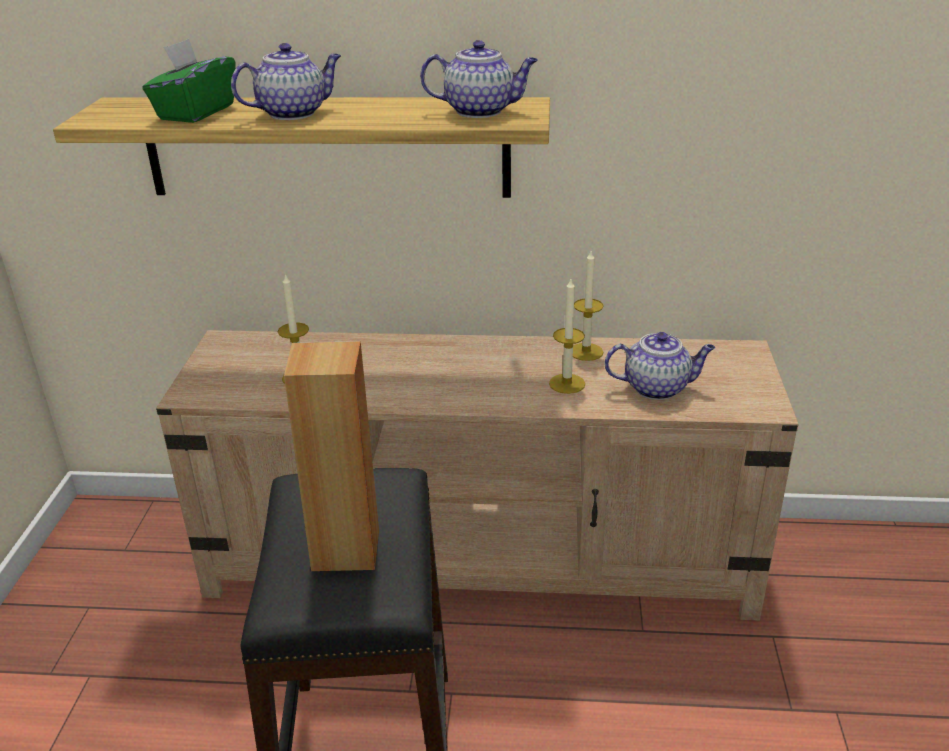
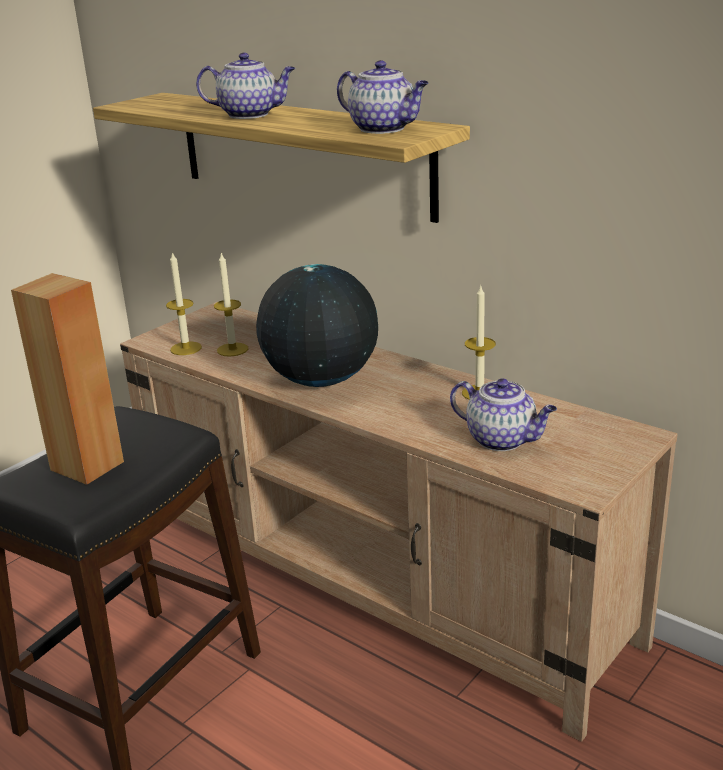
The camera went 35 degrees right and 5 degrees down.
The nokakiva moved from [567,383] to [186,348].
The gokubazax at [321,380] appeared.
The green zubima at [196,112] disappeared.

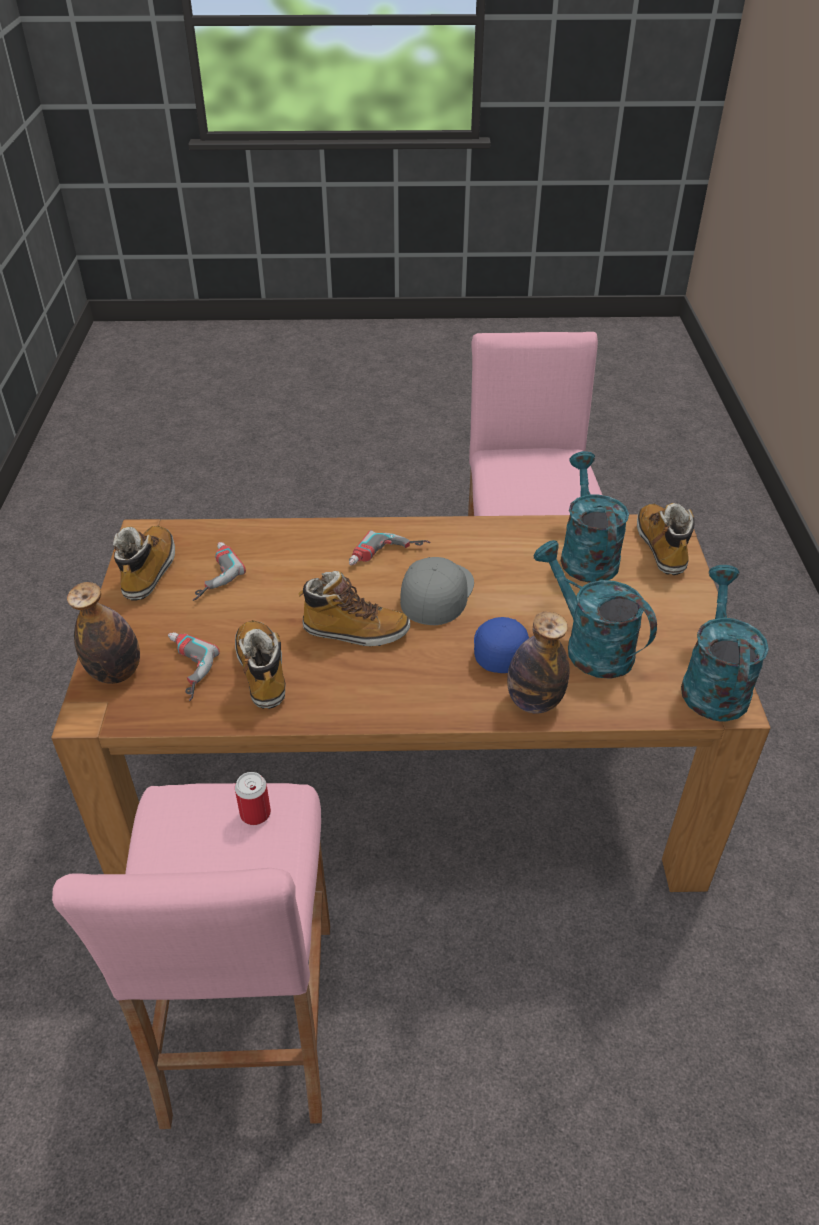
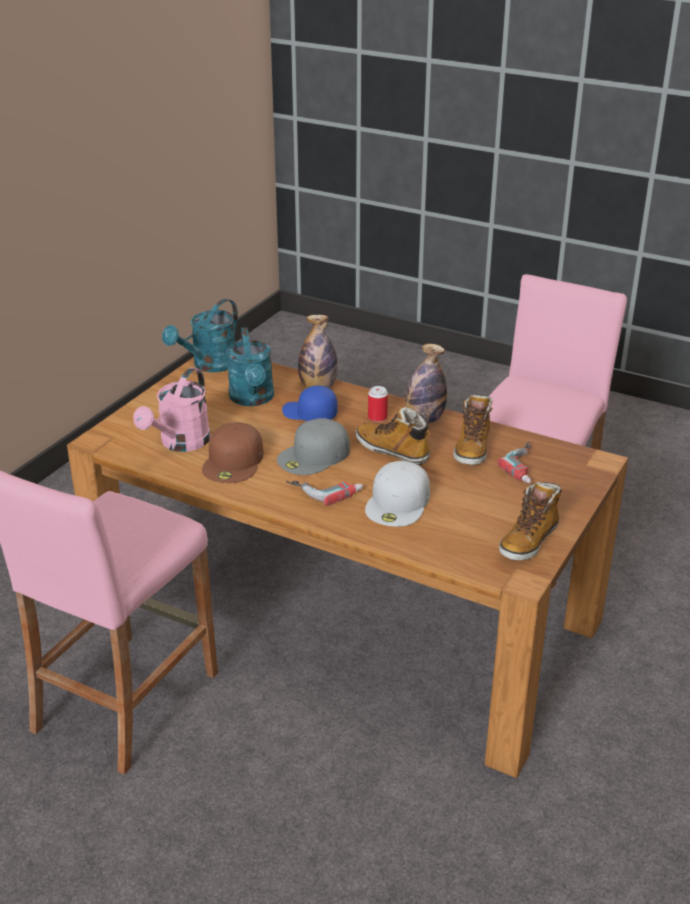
The camera went 150 degrees left and 10 degrees down.
The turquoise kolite at [586,554] became the pink kolite at [180,443].
The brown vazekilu at [234,461] appeared.
The blue vazekilu at [498,649] turned 90 degrees clockwise.
The white vazekilu at [398,502] appeared.
The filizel moved from [255,813] to [377,417].
The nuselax moved from [116,672] to [424,419].
The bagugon at [210,575] disappeared.
The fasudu at [661,547] disappeared.

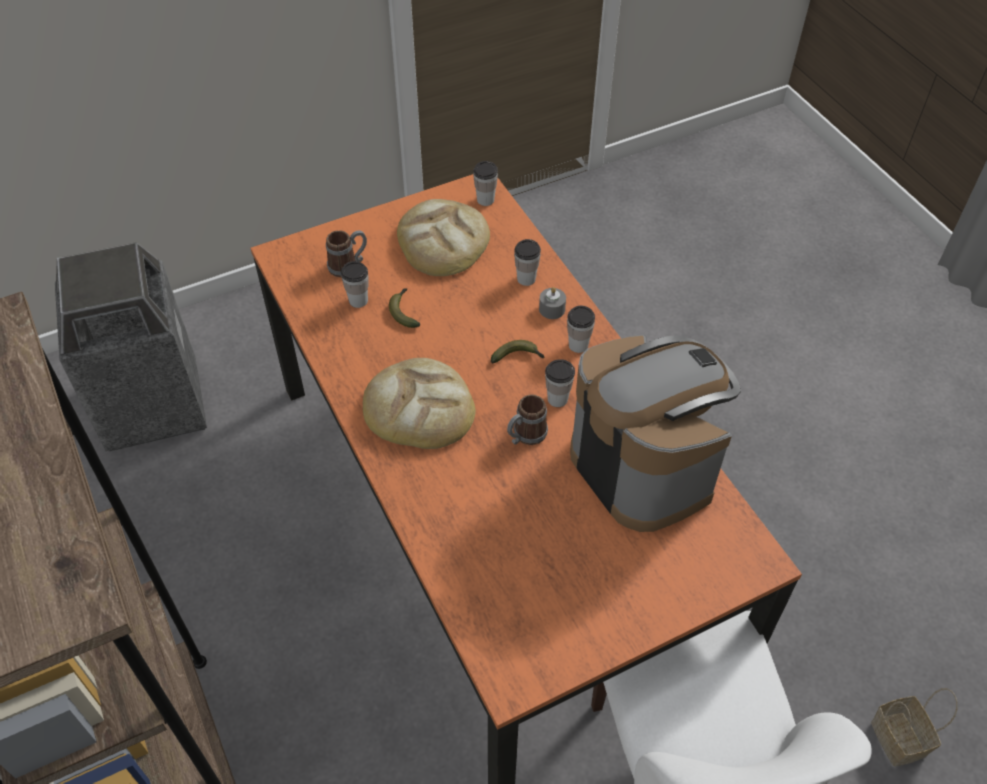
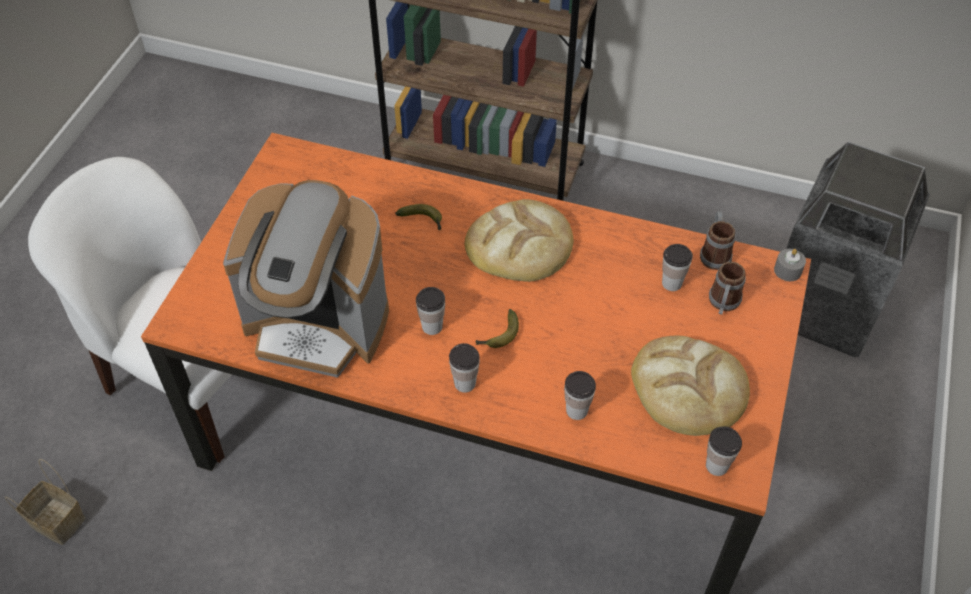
The camera went 135 degrees right and 0 degrees up.
The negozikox moved from [404,311] to [423,220].
The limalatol moved from [525,436] to [714,253].
The grey nokakiva moved from [552,309] to [787,270].

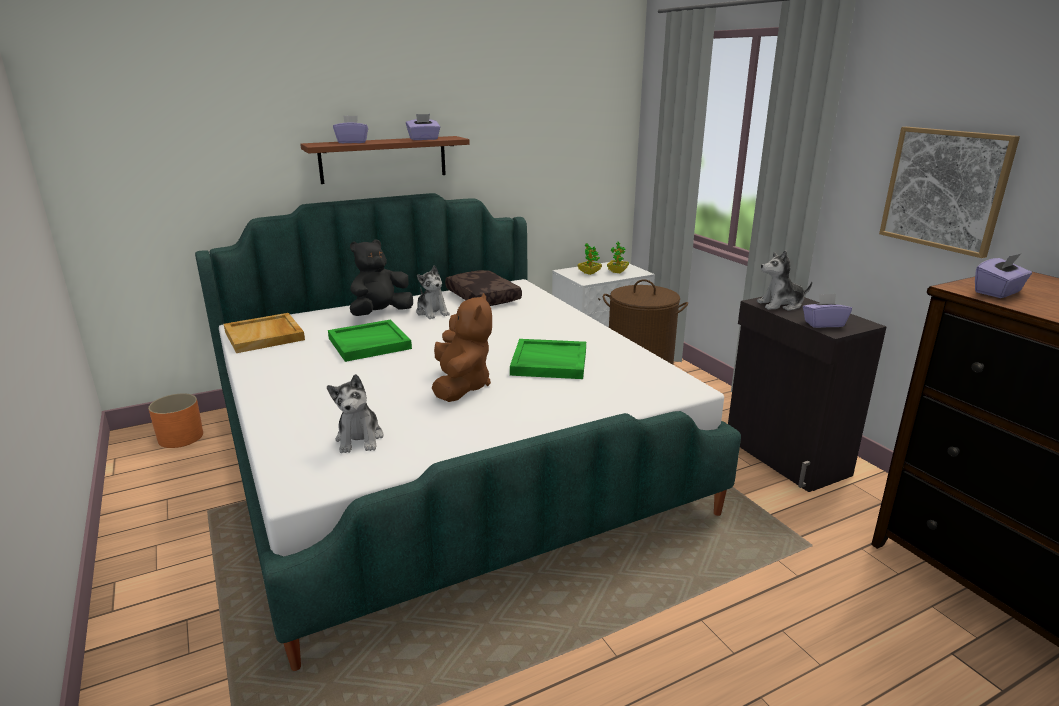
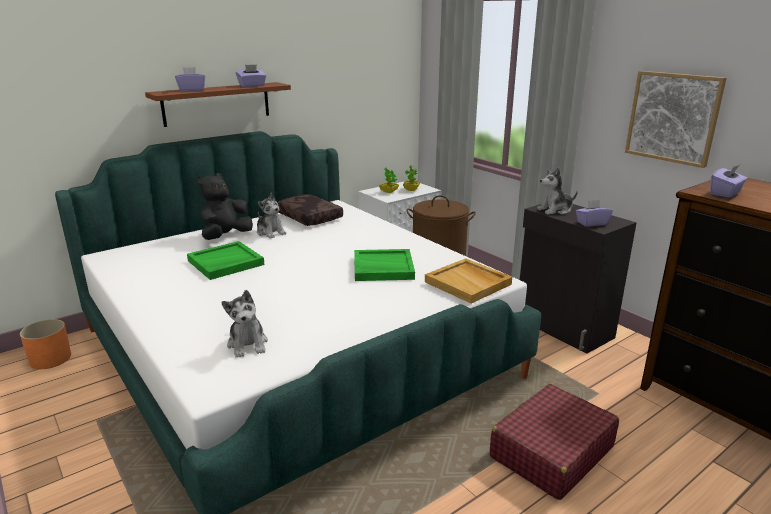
The camera went 10 degrees left and 0 degrees up.
The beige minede moved from [265,336] to [468,283].
The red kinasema at [551,452] appeared.
The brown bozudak at [461,386] disappeared.

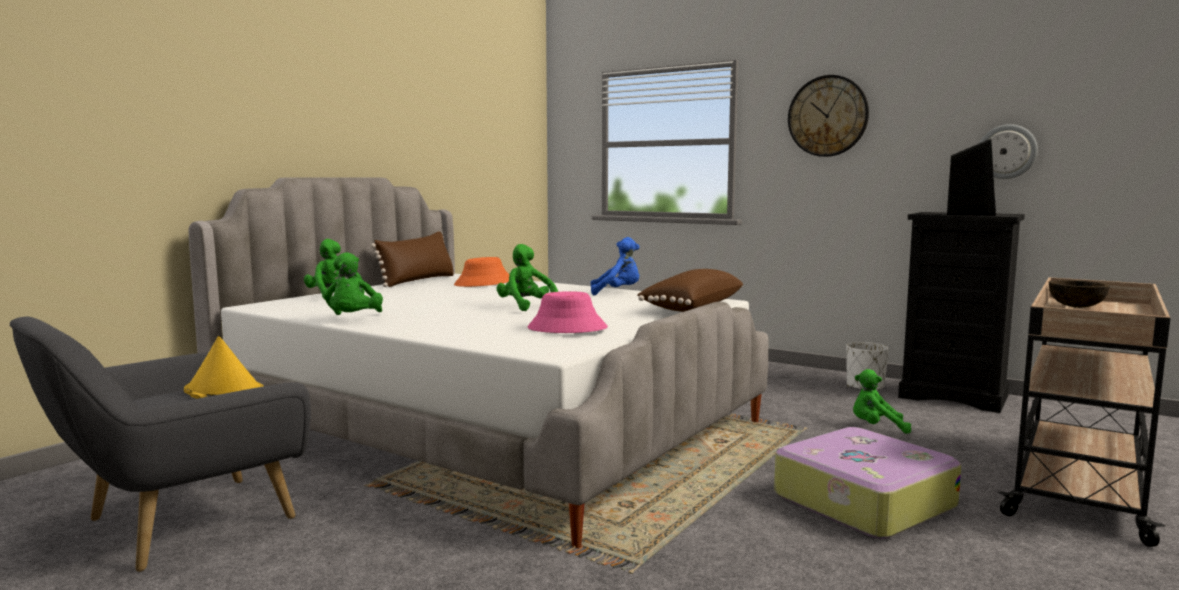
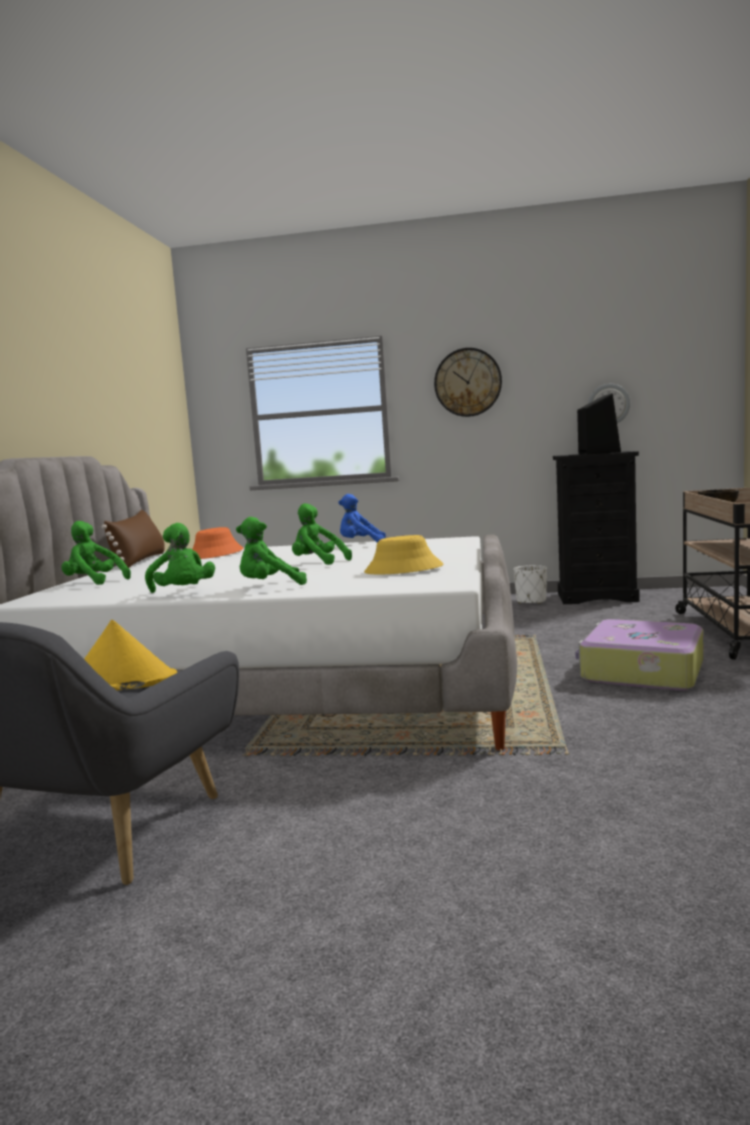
The camera went 25 degrees left and 0 degrees up.
The green bozudak moved from [876,428] to [269,587].
The blue bozudak at [617,292] turned 150 degrees counterclockwise.
The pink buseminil at [566,329] became the yellow buseminil at [403,570].
The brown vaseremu at [691,307] disappeared.

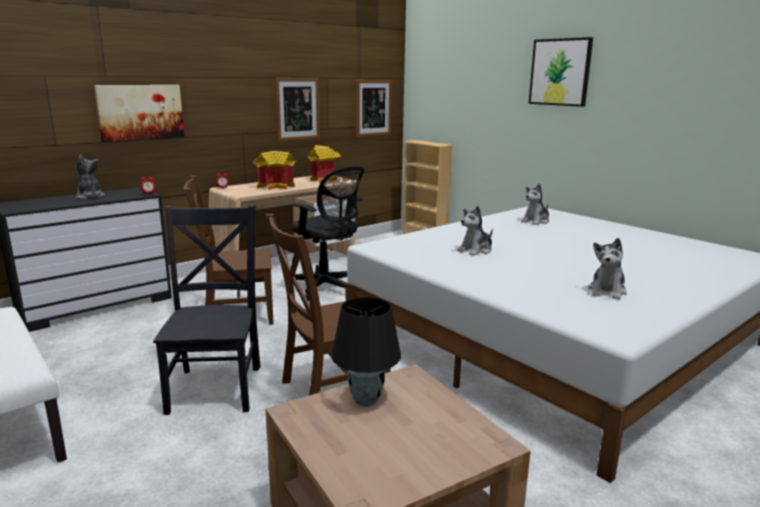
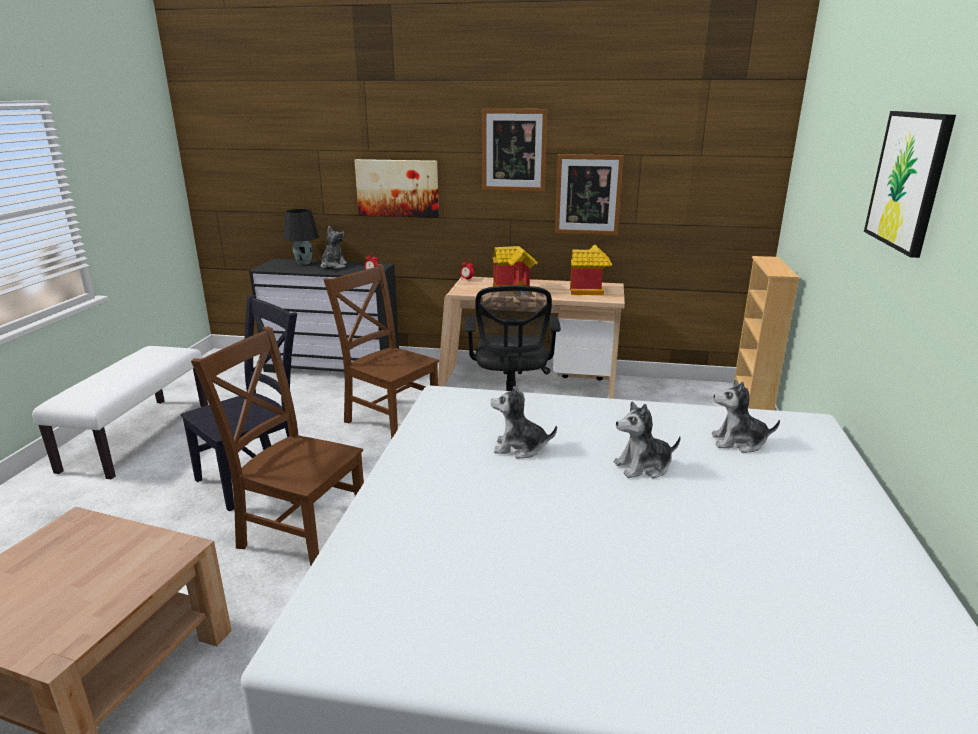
The camera went 50 degrees right and 5 degrees up.
The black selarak moved from [365,399] to [304,263].
The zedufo moved from [373,108] to [514,150].
The bozudak moved from [607,291] to [643,467].

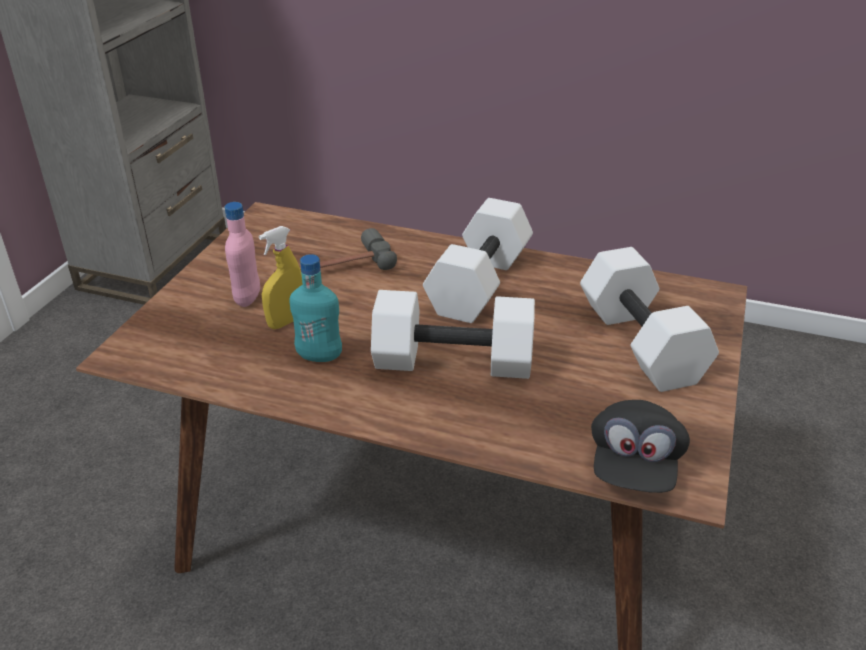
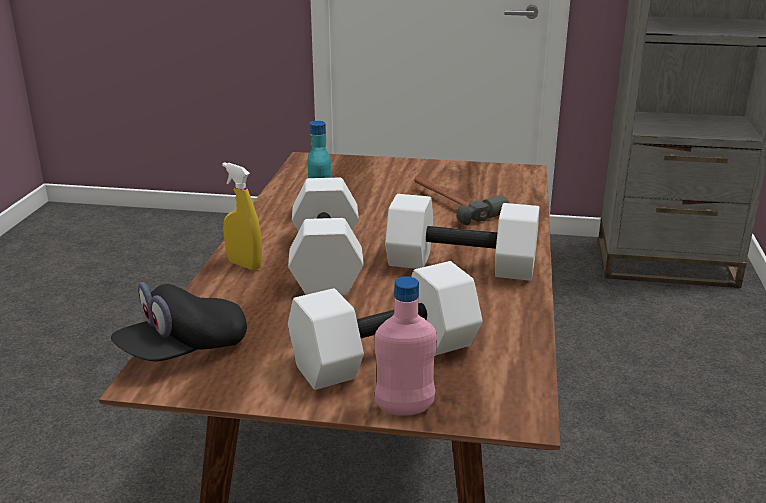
The camera went 80 degrees right and 10 degrees down.
The black vazekilu at [634,465] turned 45 degrees counterclockwise.
The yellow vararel moved from [286,322] to [244,265].
The pink nuselax moved from [247,298] to [404,409].

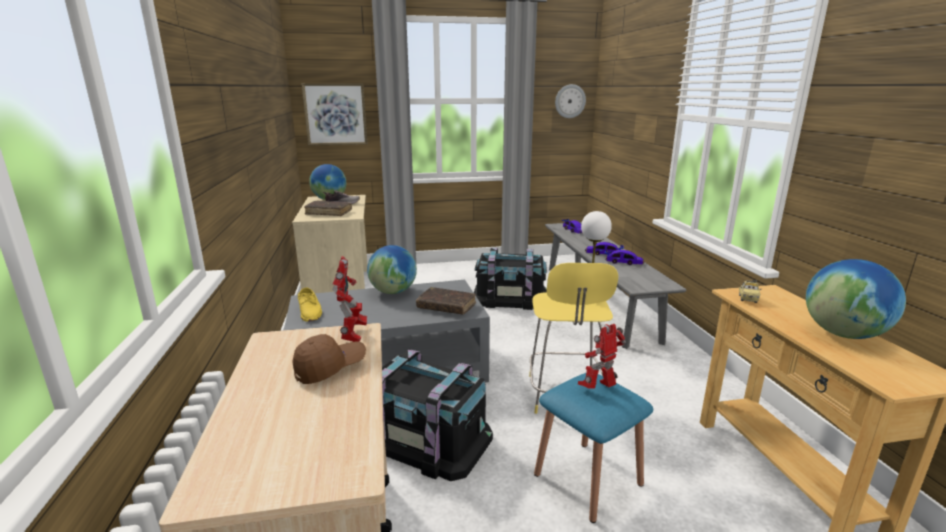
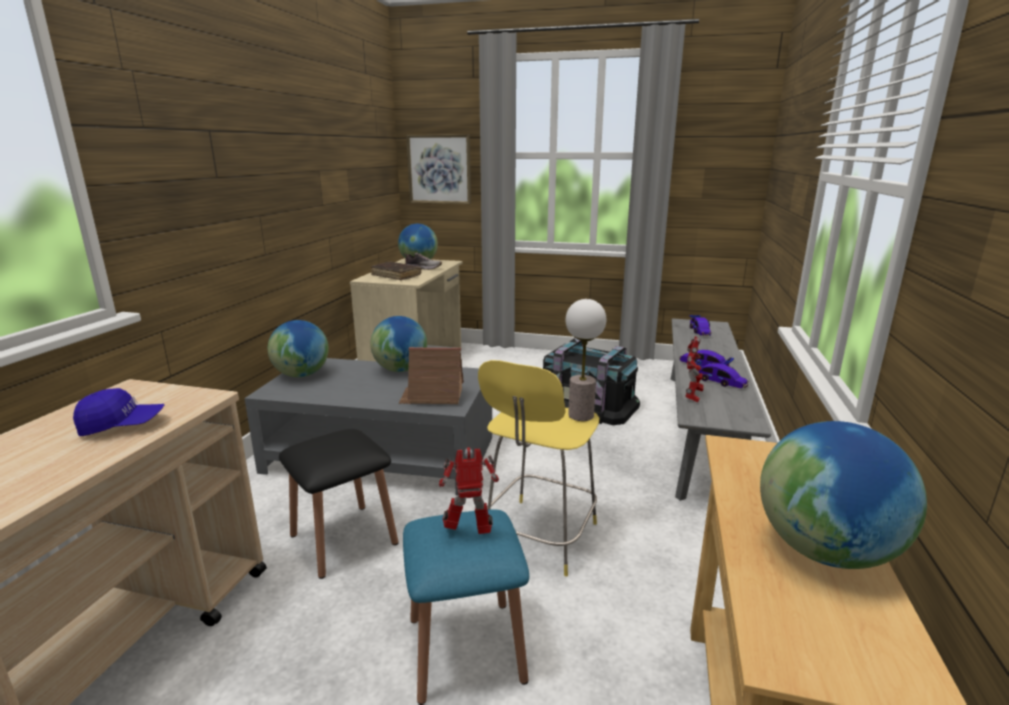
The camera went 25 degrees right and 0 degrees up.
The brown vazekilu at [330,368] became the blue vazekilu at [122,426].
The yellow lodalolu at [310,311] was replaced by the gokubazax at [302,375].
The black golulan at [426,438] was replaced by the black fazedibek at [343,539].
The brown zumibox at [446,307] was replaced by the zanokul at [432,396].
The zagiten moved from [353,335] to [692,397].
The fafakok at [570,101] disappeared.
The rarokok at [747,299] disappeared.

